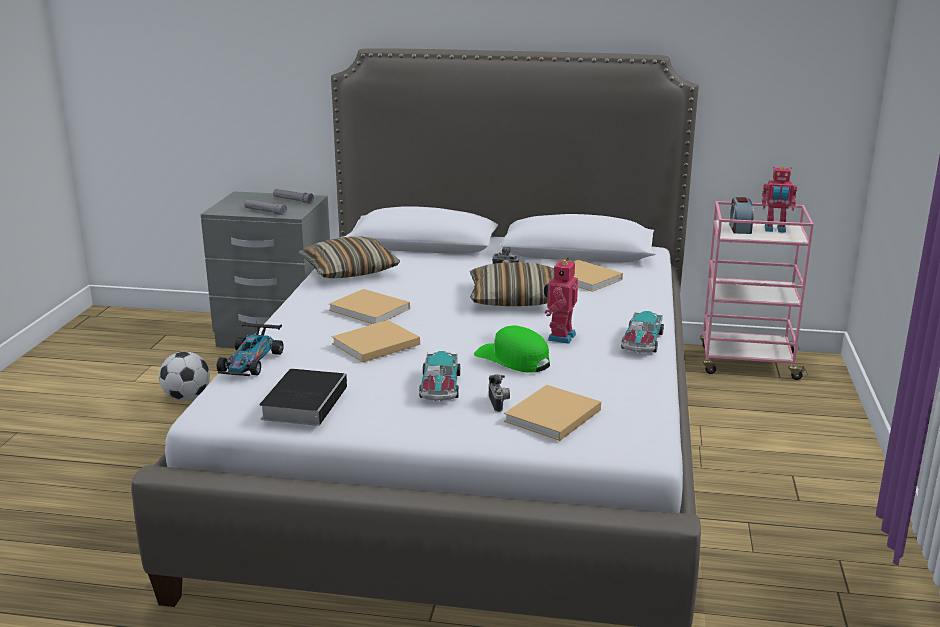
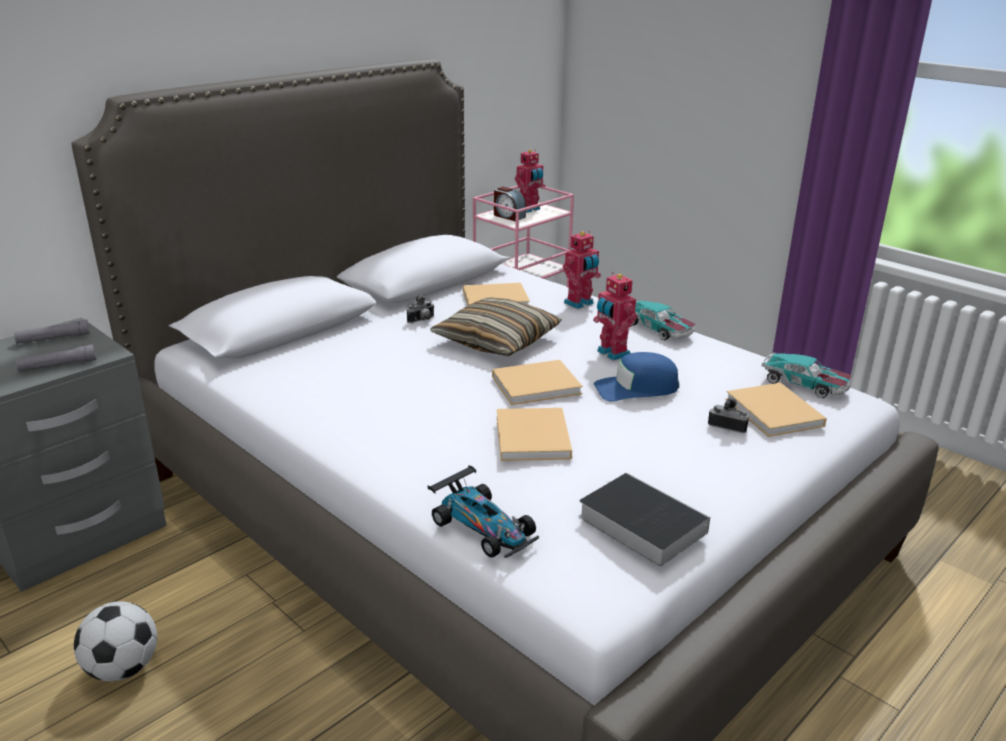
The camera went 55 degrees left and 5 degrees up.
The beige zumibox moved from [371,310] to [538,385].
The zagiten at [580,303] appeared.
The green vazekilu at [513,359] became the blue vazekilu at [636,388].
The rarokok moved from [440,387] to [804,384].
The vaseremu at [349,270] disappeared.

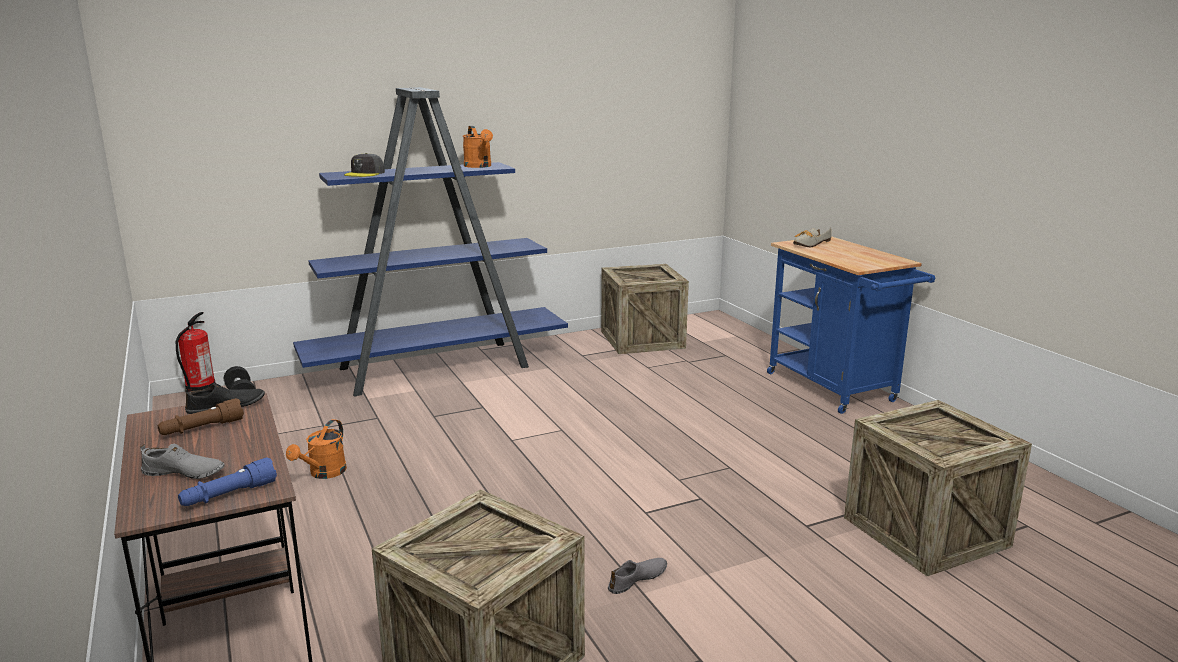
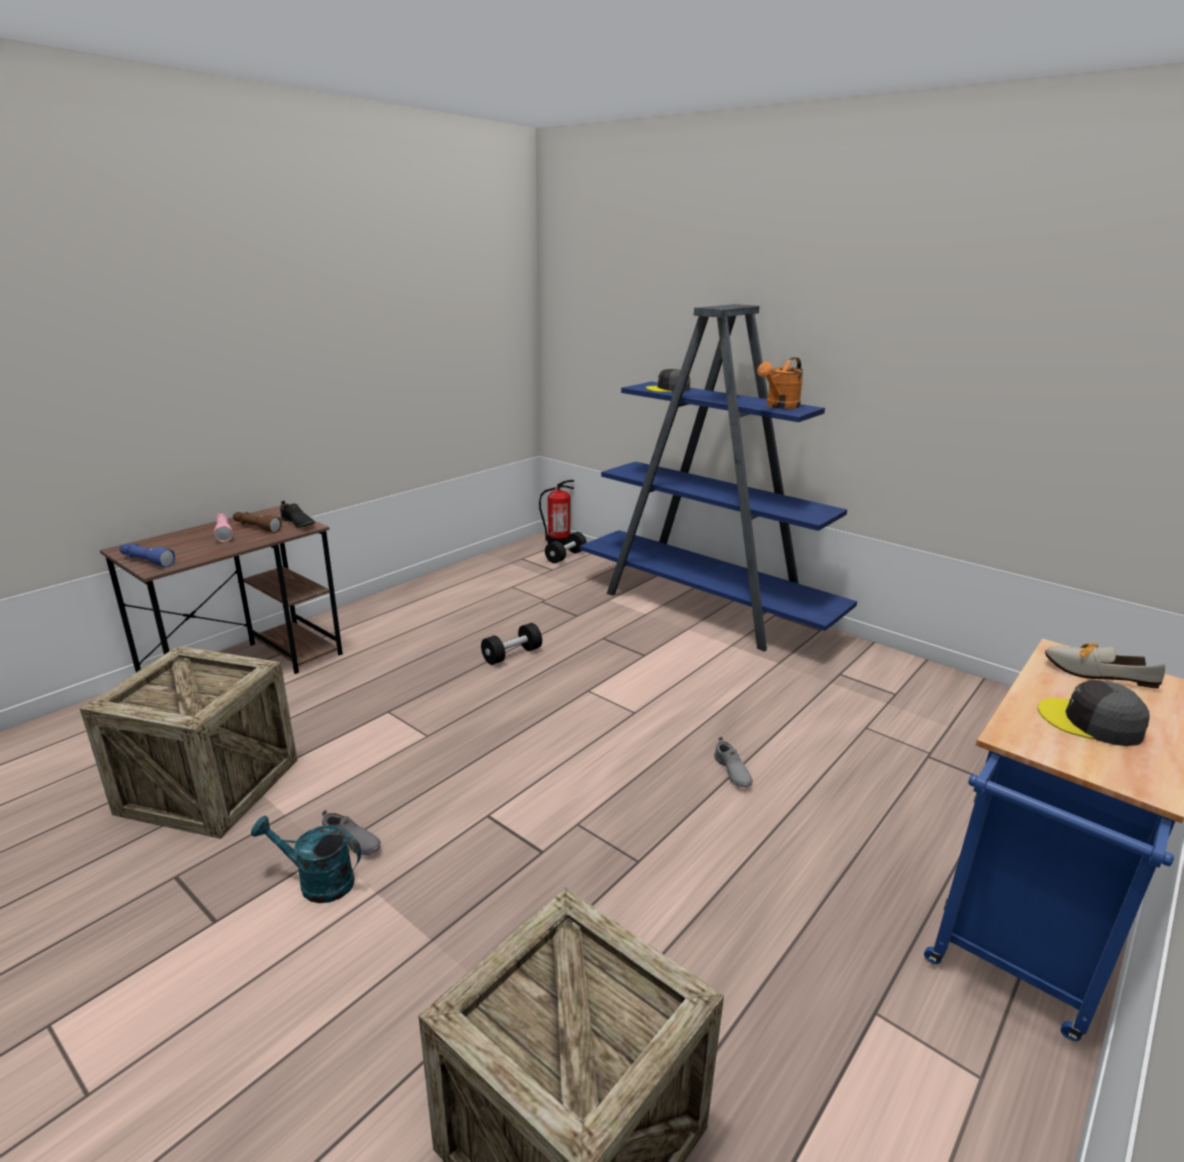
The camera went 65 degrees right and 5 degrees up.
The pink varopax at [224,533] appeared.
The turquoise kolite at [317,882] appeared.
The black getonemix at [512,655] appeared.
The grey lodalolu moved from [184,473] to [732,772].
The grey vazekilu at [1091,722] appeared.
The orange kolite at [324,473] disappeared.
The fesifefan at [642,339] disappeared.

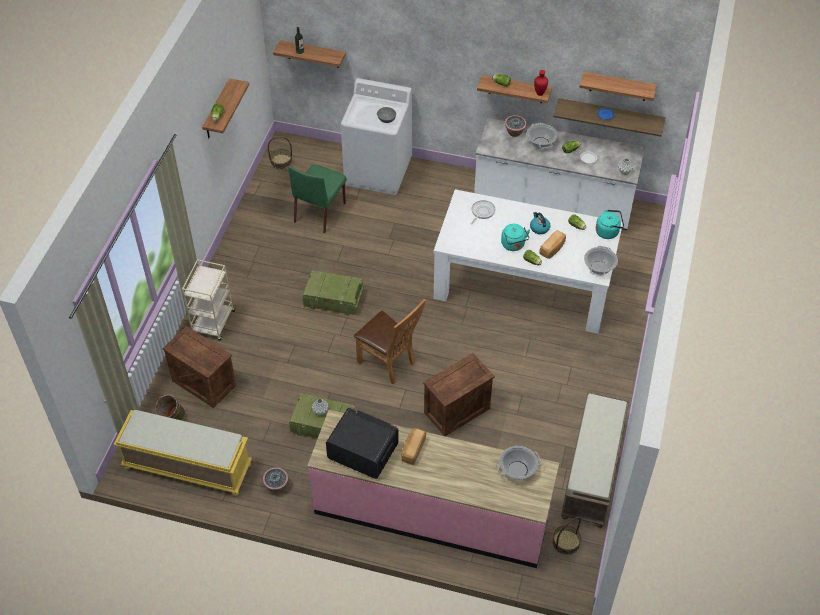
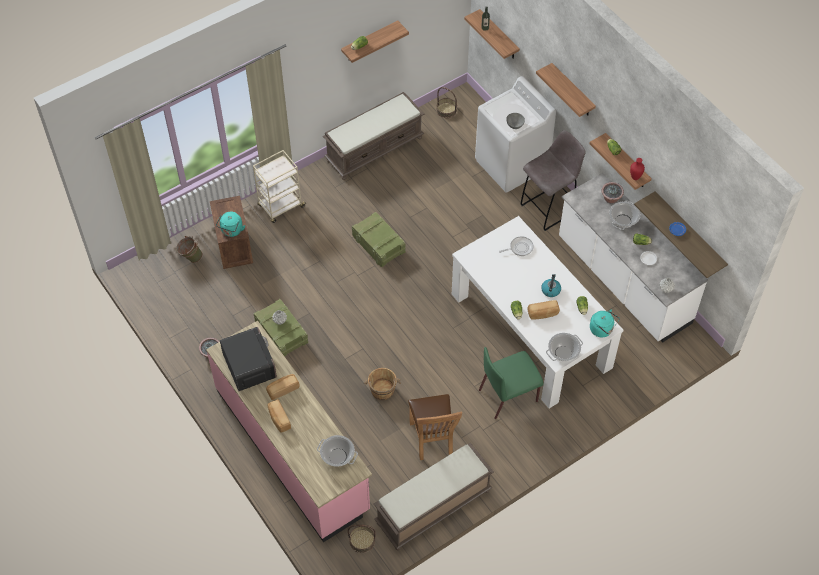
The camera went 40 degrees right and 5 degrees up.
The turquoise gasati moved from [513,245] to [231,231].
The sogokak at [279,419] appeared.
The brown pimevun at [374,148] appeared.
The fesifefan at [457,411] was replaced by the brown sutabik at [382,390].
The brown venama moved from [389,363] to [432,441].
The green venama moved from [320,212] to [509,395].
The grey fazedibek at [548,209] appeared.
The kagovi moved from [618,86] to [572,91].
The yellow pimevun at [186,467] disappeared.

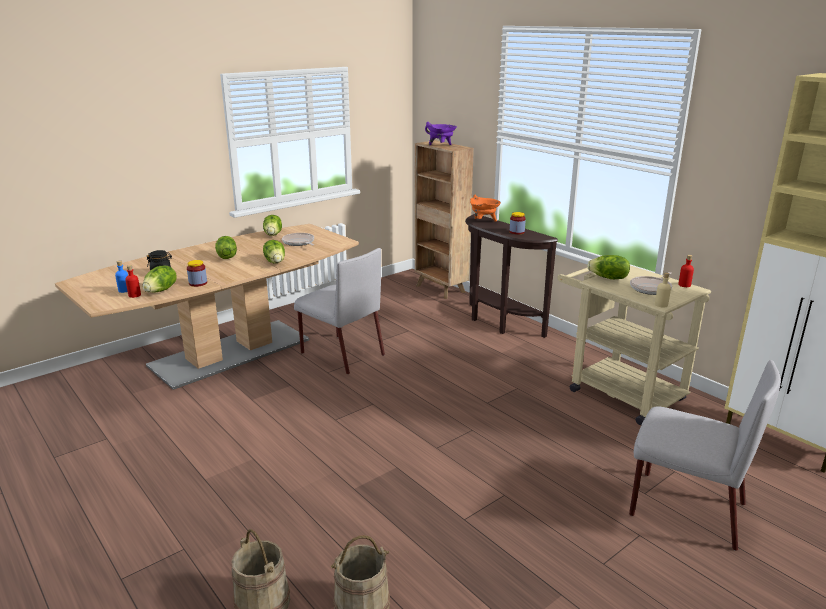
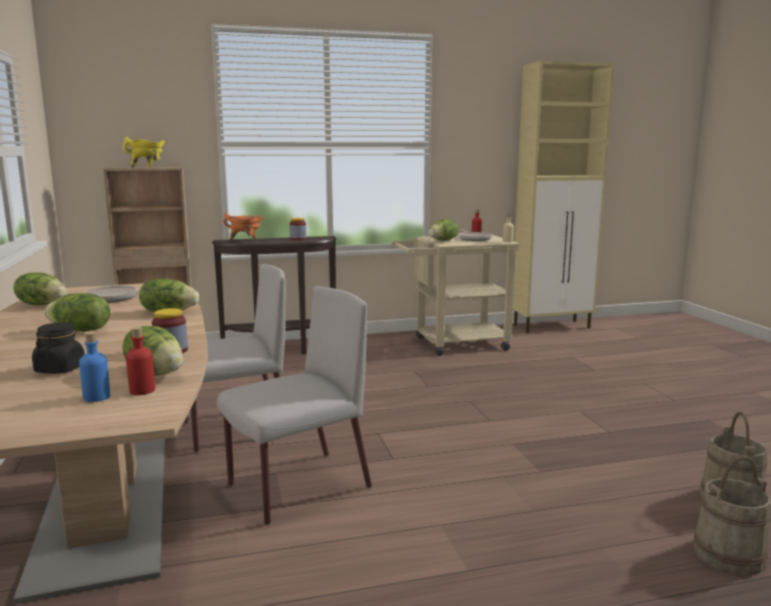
The camera went 65 degrees left and 10 degrees down.
The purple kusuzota at [441,146] became the yellow kusuzota at [147,167].
The grey venama moved from [685,509] to [297,487].

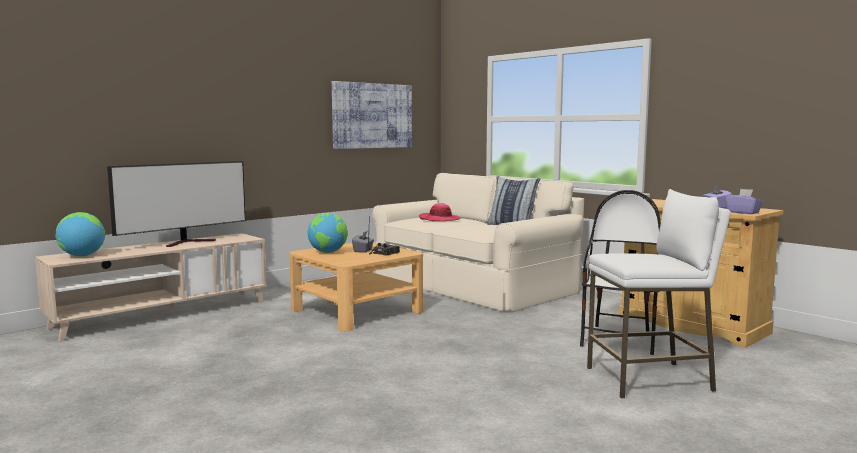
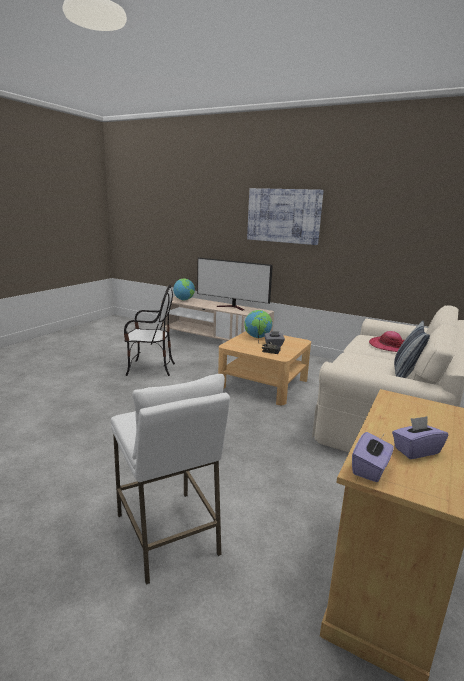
The camera went 70 degrees right and 10 degrees up.
The venama moved from [619,340] to [150,369].
The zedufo moved from [371,116] to [284,216].

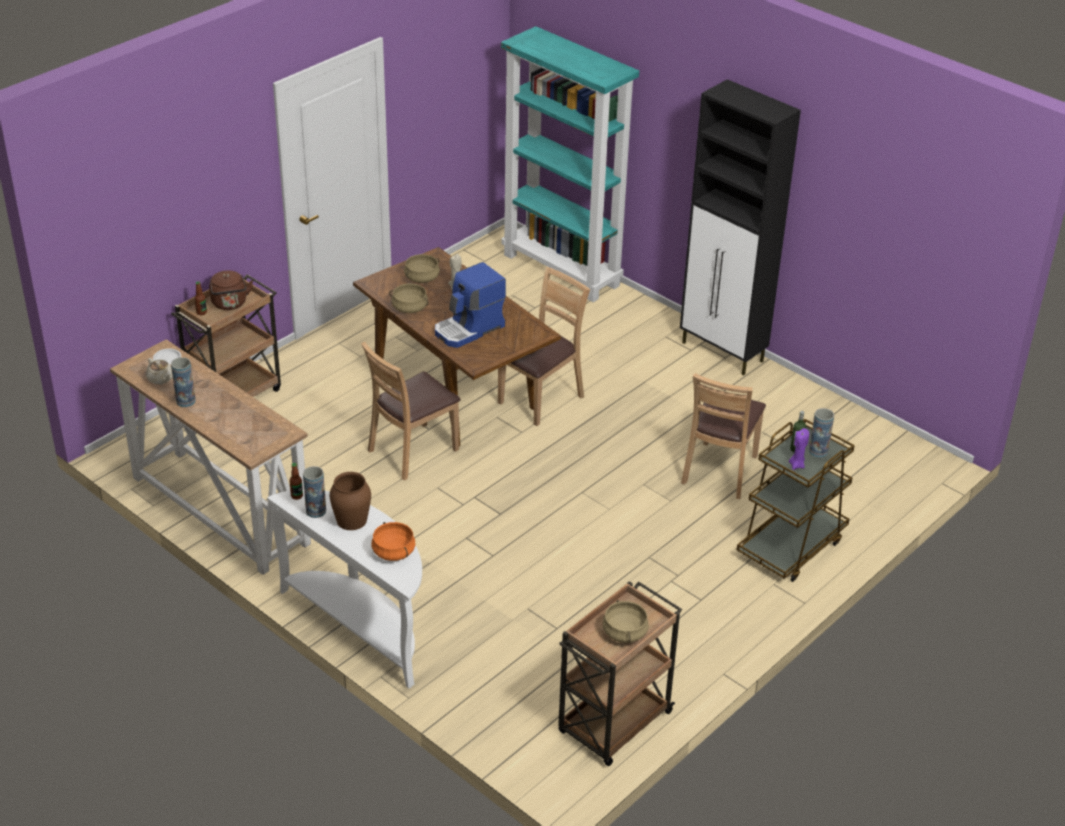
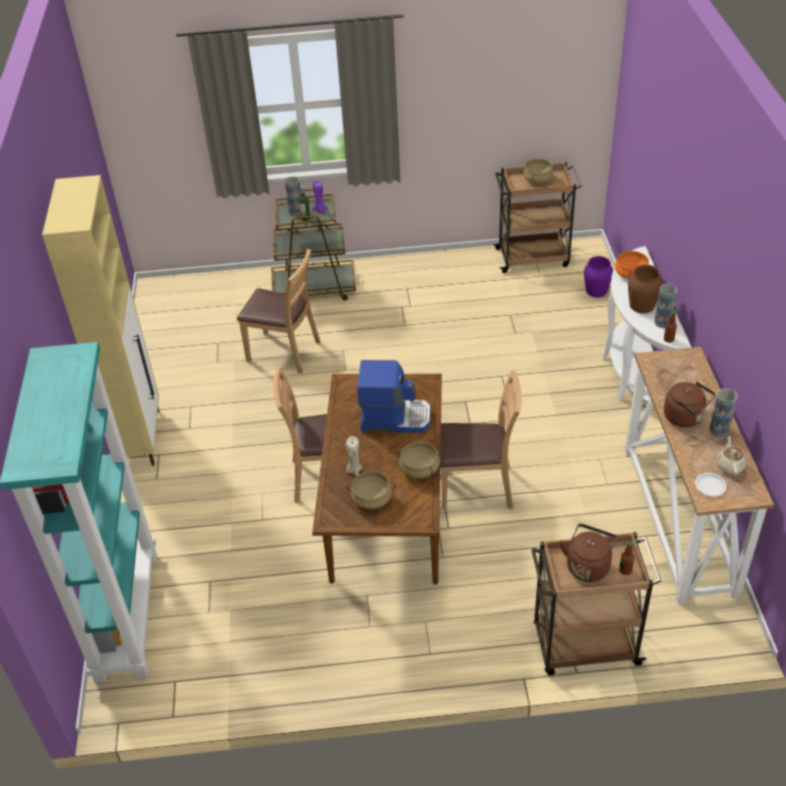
The camera went 135 degrees left and 5 degrees up.
The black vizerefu at [723,352] became the beige vizerefu at [141,438].
The brown venama at [720,470] turned 45 degrees clockwise.
The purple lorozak at [596,290] appeared.
The brown gasati at [685,418] appeared.

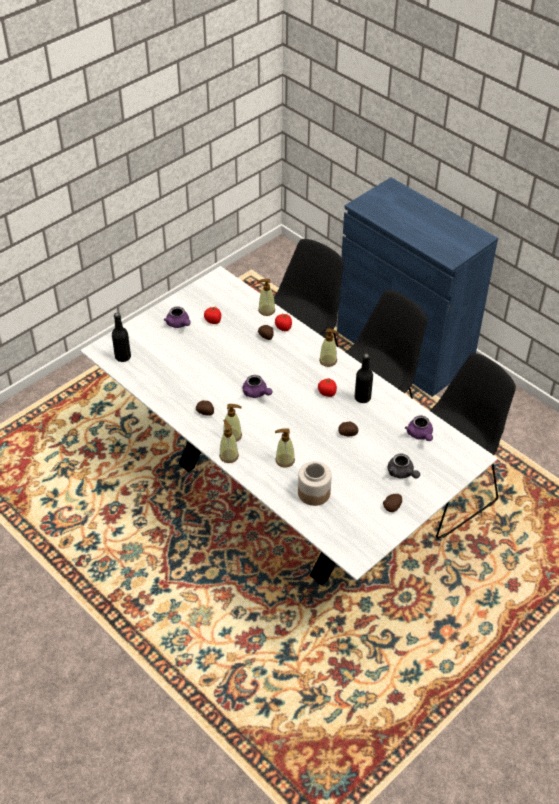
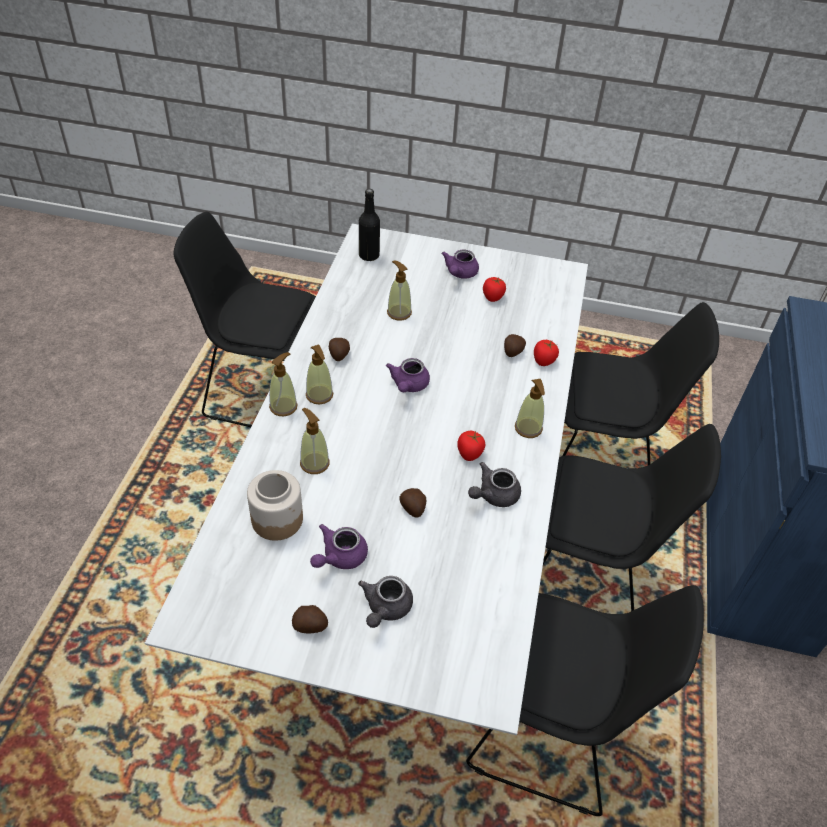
The camera went 55 degrees right and 0 degrees up.
The black venama at [263,391] appeared.
The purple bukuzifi moved from [420,435] to [339,557].
The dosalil moved from [266,310] to [399,312].
The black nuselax at [362,398] was replaced by the grey bukuzifi at [493,495].

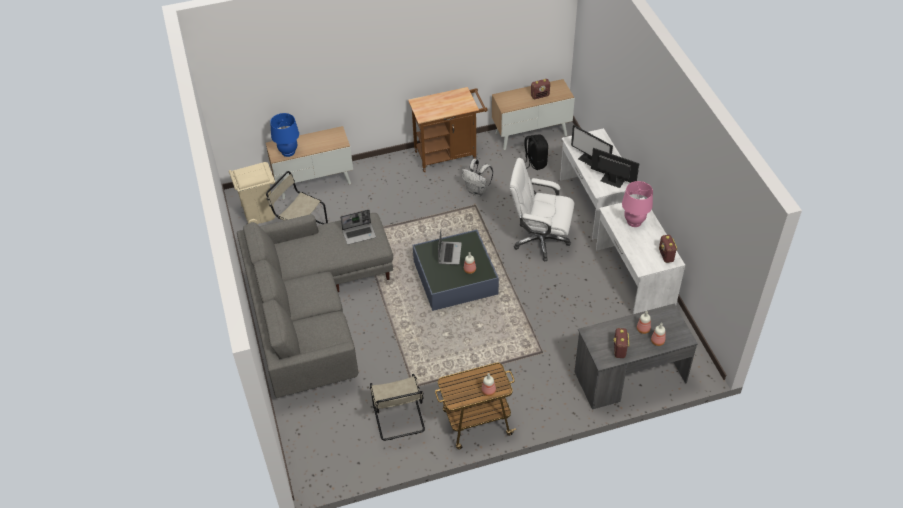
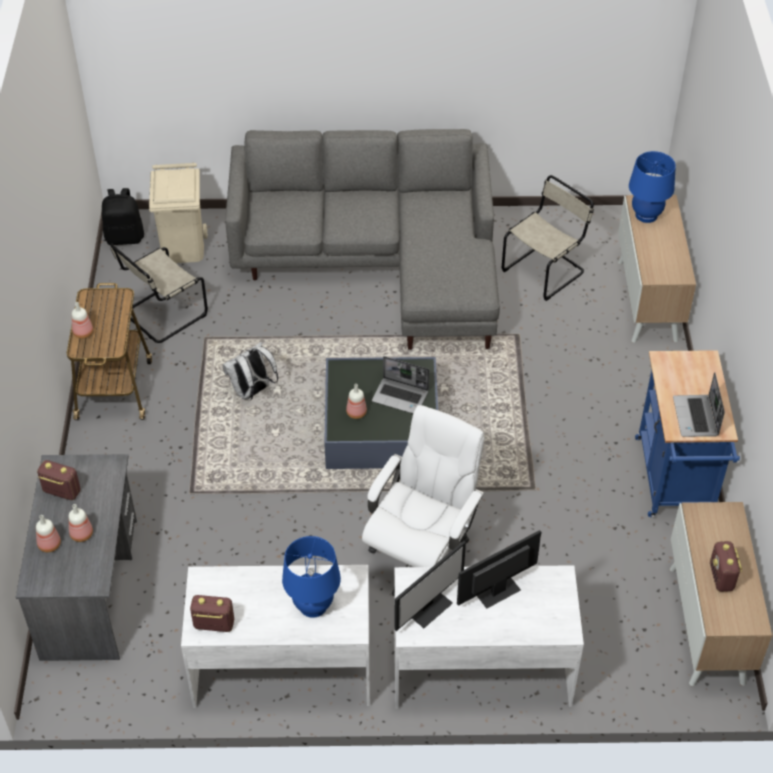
The camera went 105 degrees right and 0 degrees up.
The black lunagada moved from [534,163] to [125,237].
The beige venama at [399,419] turned 45 degrees counterclockwise.
The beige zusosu moved from [259,213] to [183,248].
The white lunagada moved from [477,191] to [252,392].
The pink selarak at [634,221] became the blue selarak at [313,605].
The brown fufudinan at [449,154] became the blue fufudinan at [675,483].
The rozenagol moved from [359,234] to [696,417].

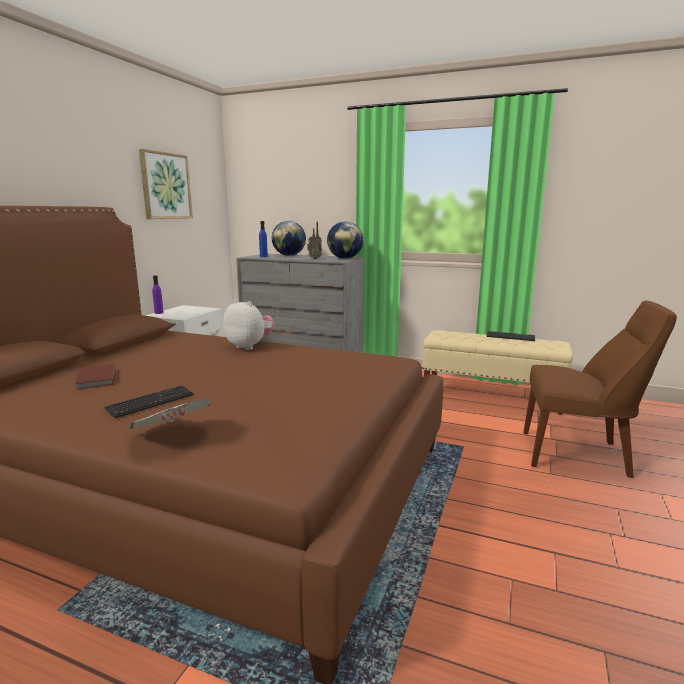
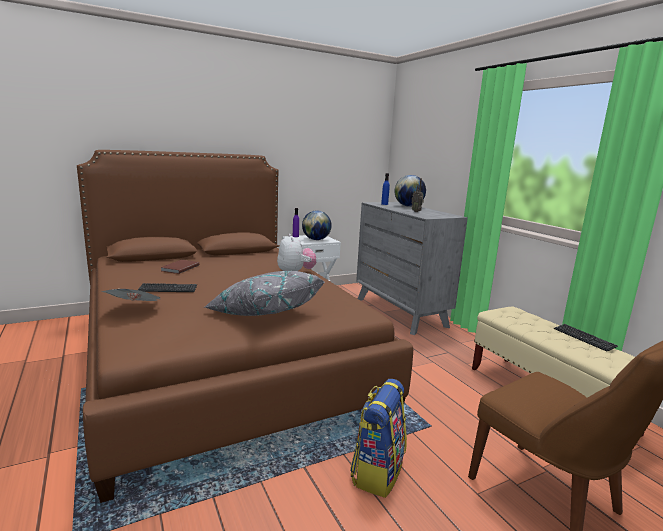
The camera went 40 degrees right and 0 degrees up.
The grey vaseremu at [264,313] appeared.
The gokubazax moved from [345,258] to [316,239].
The lunagada at [377,471] appeared.
The zedufo at [165,186] disappeared.

